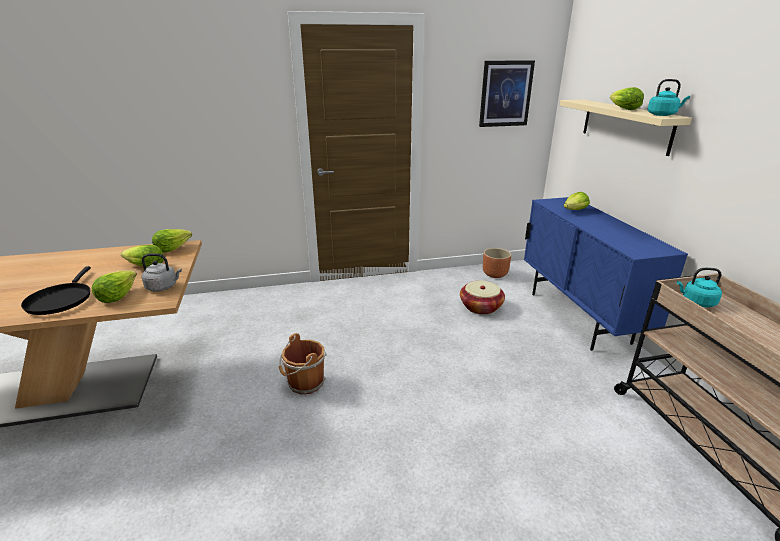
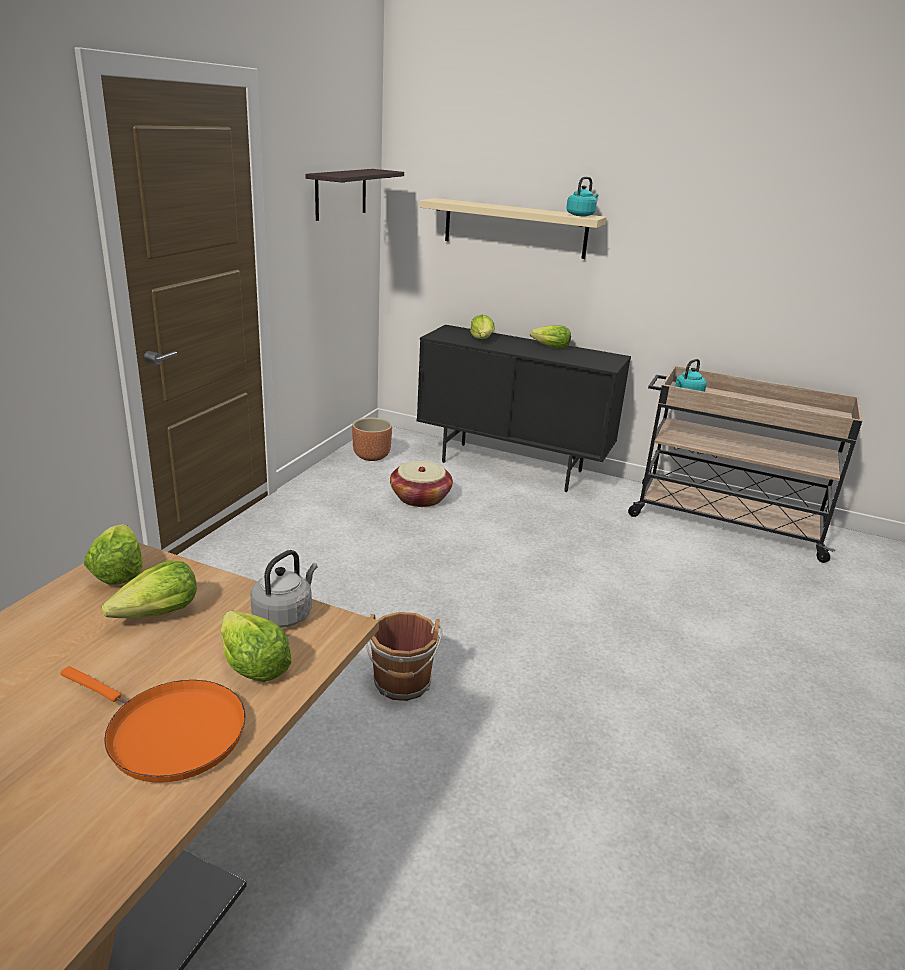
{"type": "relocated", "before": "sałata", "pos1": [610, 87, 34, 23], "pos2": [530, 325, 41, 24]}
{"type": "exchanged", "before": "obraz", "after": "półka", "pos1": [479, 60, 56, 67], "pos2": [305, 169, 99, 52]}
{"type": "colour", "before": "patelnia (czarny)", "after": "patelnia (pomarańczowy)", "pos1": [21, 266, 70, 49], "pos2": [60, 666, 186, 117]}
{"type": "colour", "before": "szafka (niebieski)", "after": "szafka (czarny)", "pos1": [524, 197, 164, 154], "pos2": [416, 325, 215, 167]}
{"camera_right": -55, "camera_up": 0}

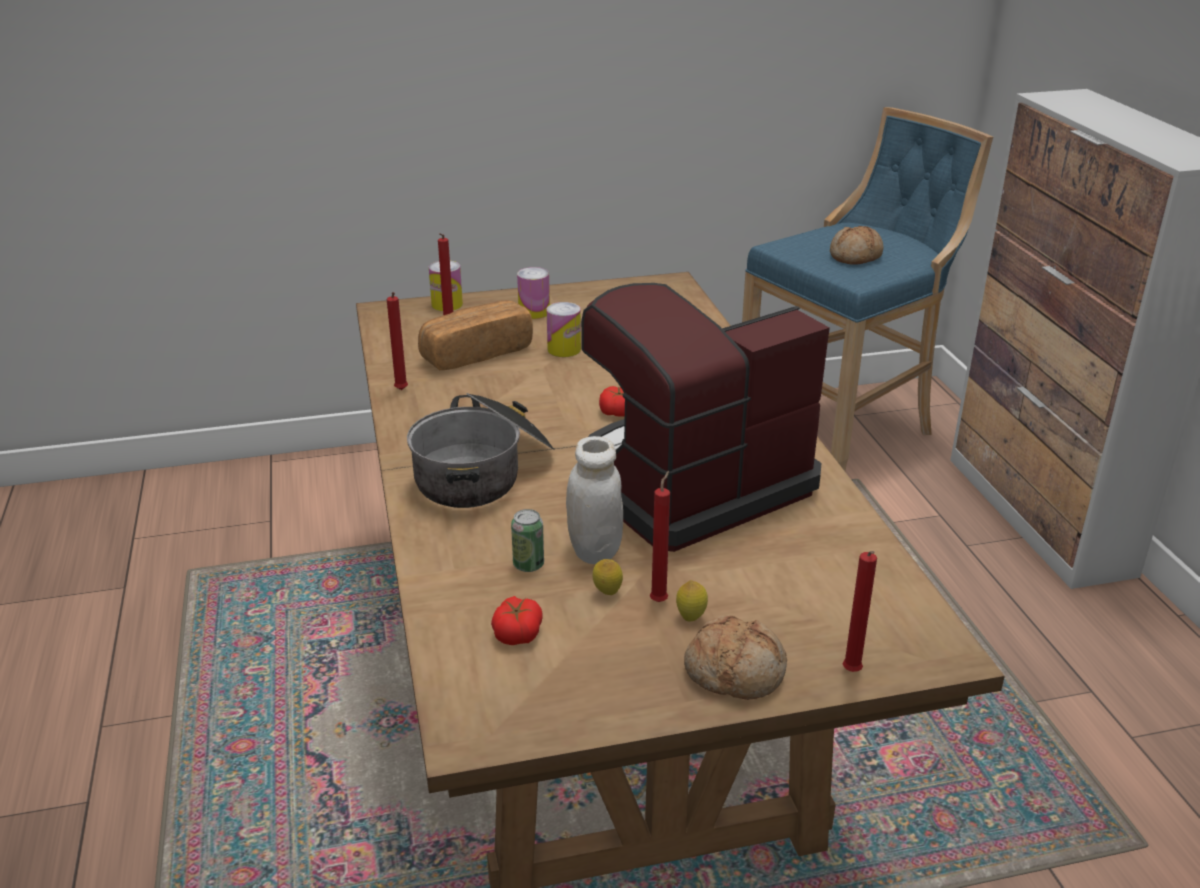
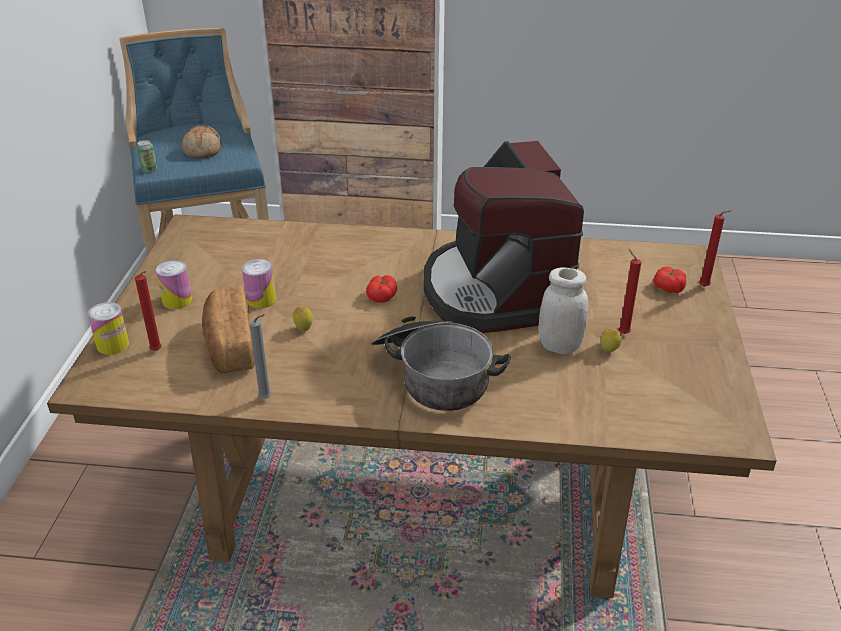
{"type": "missing", "before": "chleb", "pos1": [684, 615, 103, 85]}
{"type": "relocated", "before": "pomidor", "pos1": [491, 596, 52, 49], "pos2": [654, 267, 32, 26]}
{"type": "relocated", "before": "puszka", "pos1": [511, 509, 33, 63], "pos2": [137, 140, 20, 33]}
{"type": "relocated", "before": "cytryna", "pos1": [676, 580, 32, 42], "pos2": [293, 306, 20, 25]}
{"type": "colour", "before": "świeca (czerwony)", "after": "świeca (szary)", "pos1": [387, 292, 21, 98], "pos2": [249, 314, 22, 85]}
{"camera_right": -70, "camera_up": 5}

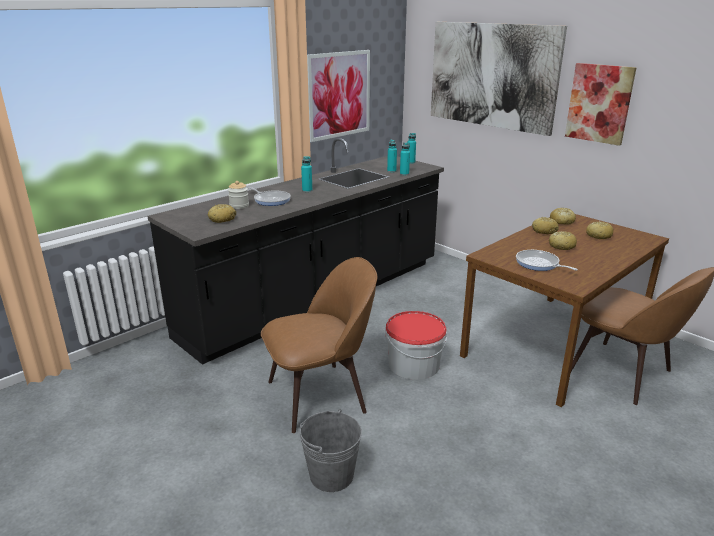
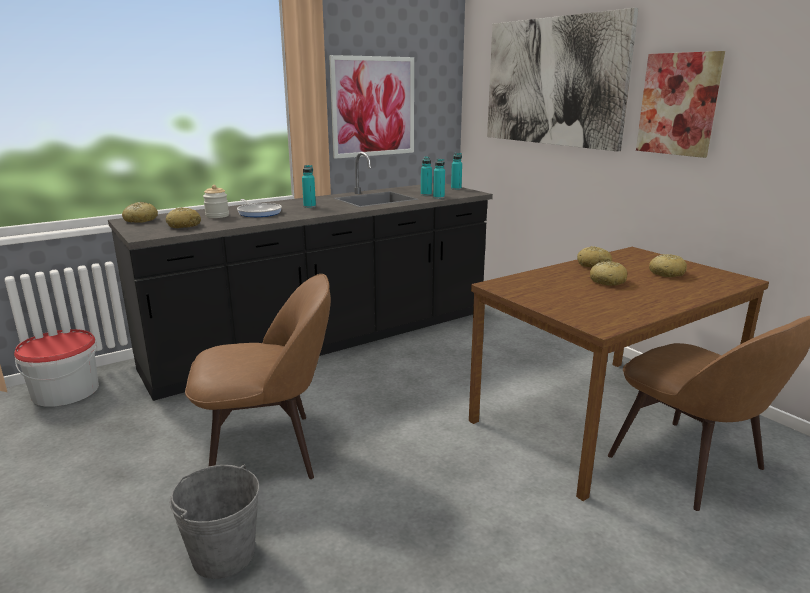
{"type": "missing", "before": "patelnia", "pos1": [516, 250, 62, 21]}
{"type": "relocated", "before": "wiadro", "pos1": [385, 311, 62, 69], "pos2": [14, 329, 85, 78]}
{"type": "relocated", "before": "chleb", "pos1": [550, 208, 26, 17], "pos2": [122, 202, 36, 21]}
{"camera_right": 10, "camera_up": -5}

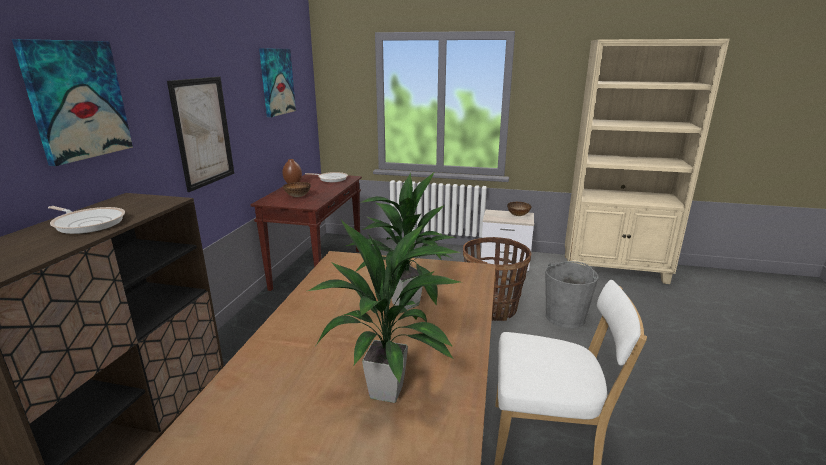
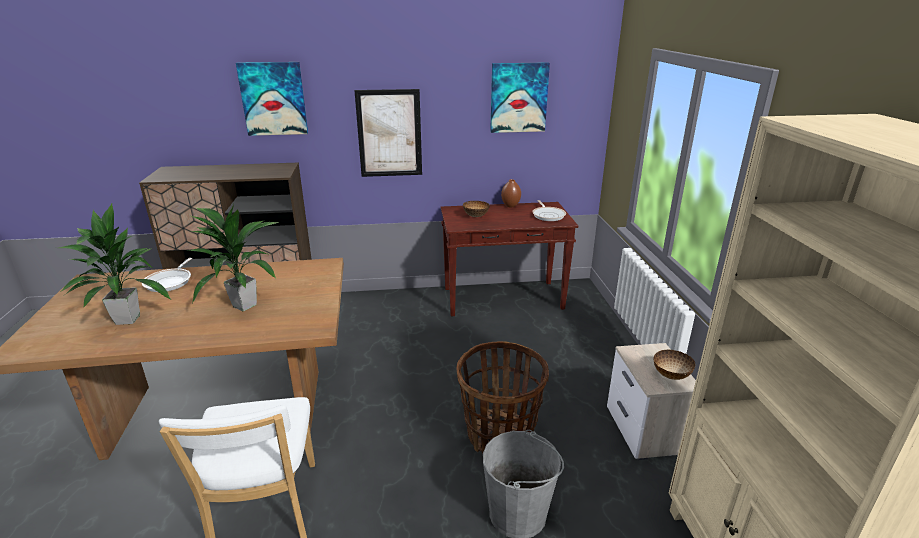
{"type": "relocated", "before": "patelnia", "pos1": [48, 206, 77, 28], "pos2": [142, 258, 50, 34]}
{"camera_right": 70, "camera_up": 5}

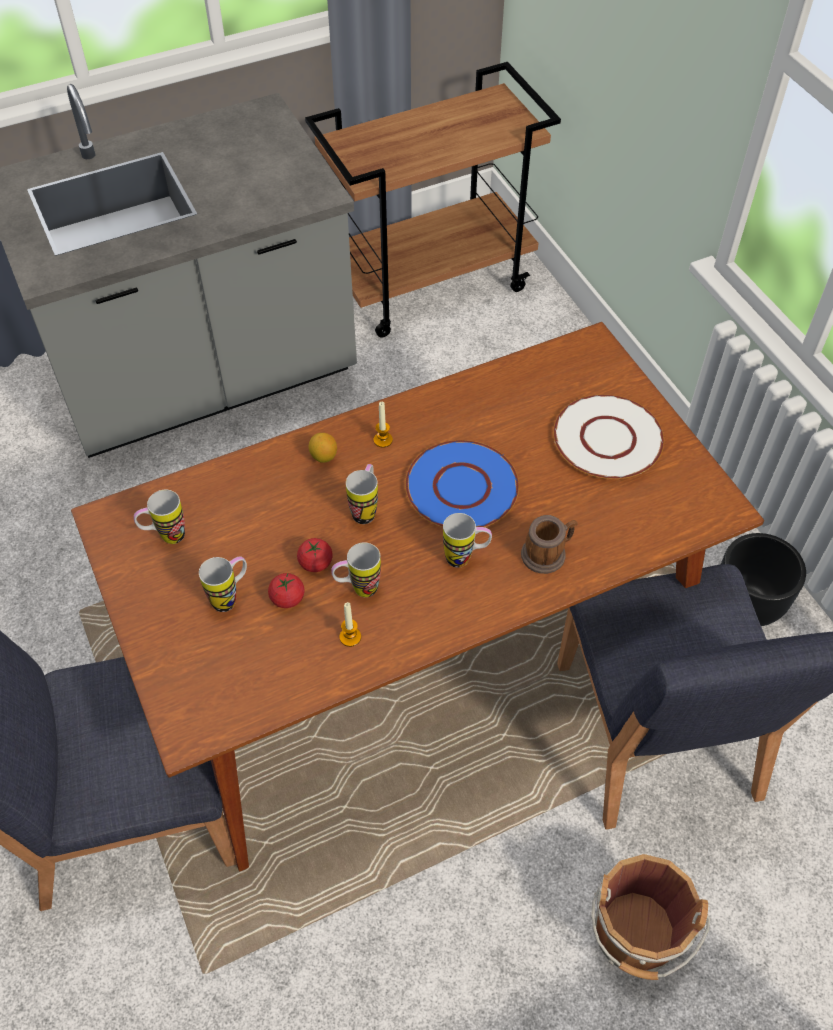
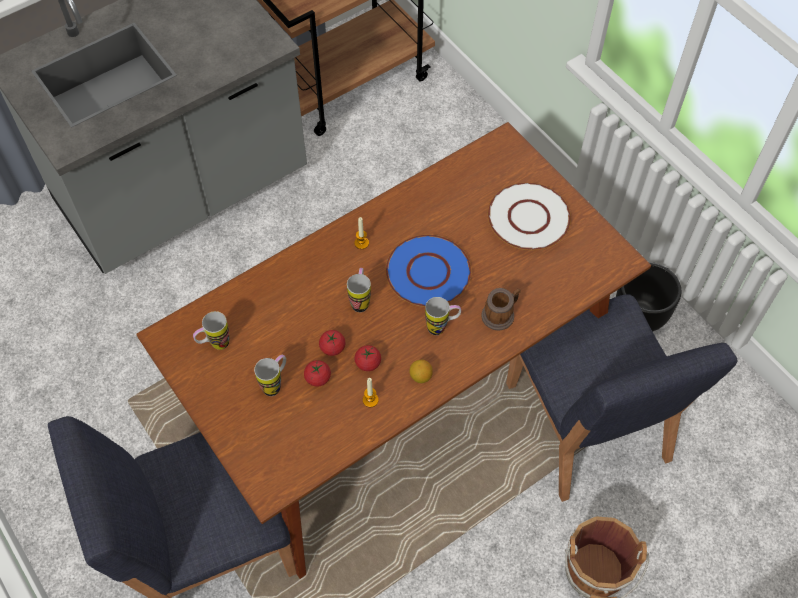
{"type": "relocated", "before": "cytryna", "pos1": [309, 433, 28, 30], "pos2": [409, 360, 24, 23]}
{"type": "exchanged", "before": "kubek", "after": "pomidor", "pos1": [331, 542, 50, 55], "pos2": [355, 345, 26, 26]}
{"camera_right": -10, "camera_up": 5}

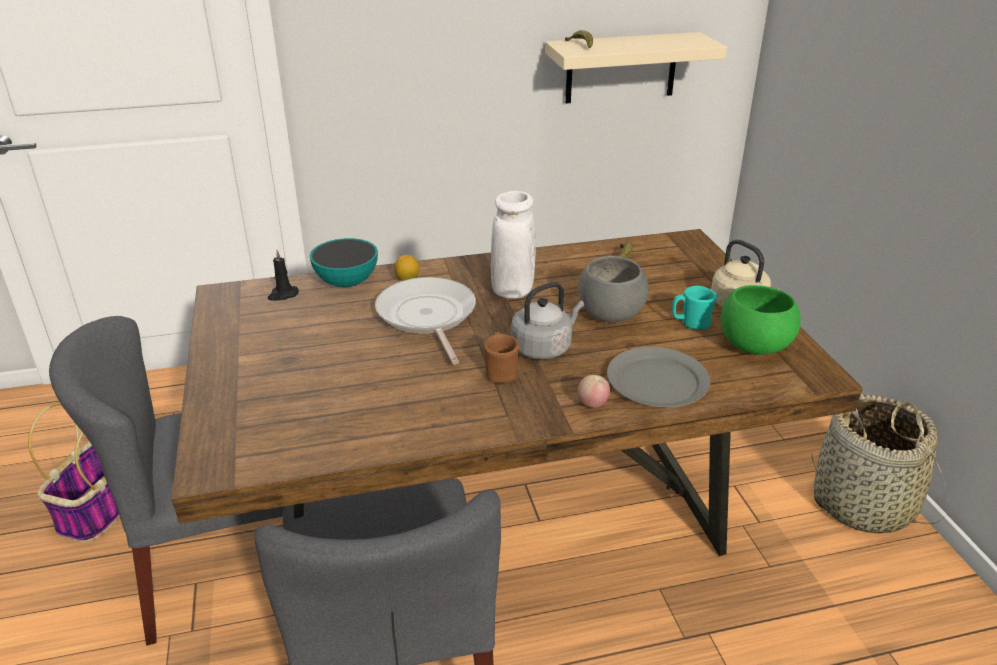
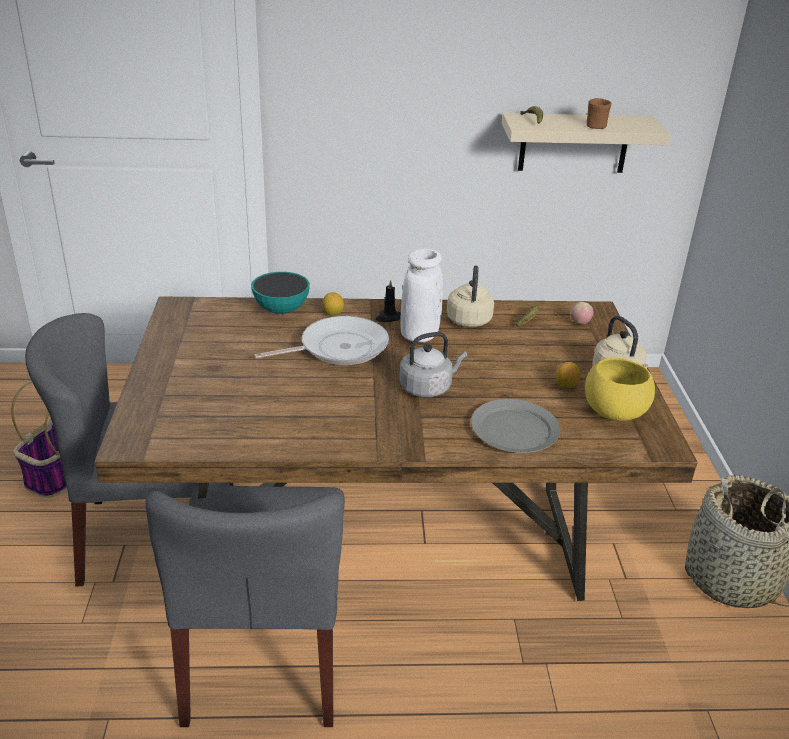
{"type": "missing", "before": "miska (szary)", "pos1": [578, 256, 70, 66]}
{"type": "appeared", "after": "czajnik (beżowy)", "pos2": [447, 266, 47, 61]}
{"type": "relocated", "before": "świeca (czarny)", "pos1": [268, 250, 31, 51], "pos2": [376, 279, 25, 43]}
{"type": "relocated", "before": "kubek (brązowy)", "pos1": [484, 332, 35, 51], "pos2": [586, 98, 26, 31]}
{"type": "relocated", "before": "jabłko", "pos1": [578, 375, 32, 33], "pos2": [571, 302, 22, 22]}
{"type": "exchanged", "before": "kubek (turkusowy)", "after": "cytryna", "pos1": [672, 286, 45, 43], "pos2": [556, 362, 24, 26]}
{"type": "colour", "before": "miska (zielony)", "after": "miska (żółty)", "pos1": [721, 285, 80, 70], "pos2": [585, 358, 70, 63]}
{"type": "spun", "before": "patelnia", "pos1": [375, 277, 101, 88], "pos2": [254, 316, 135, 49], "turn": 75}
{"camera_right": 10, "camera_up": 0}

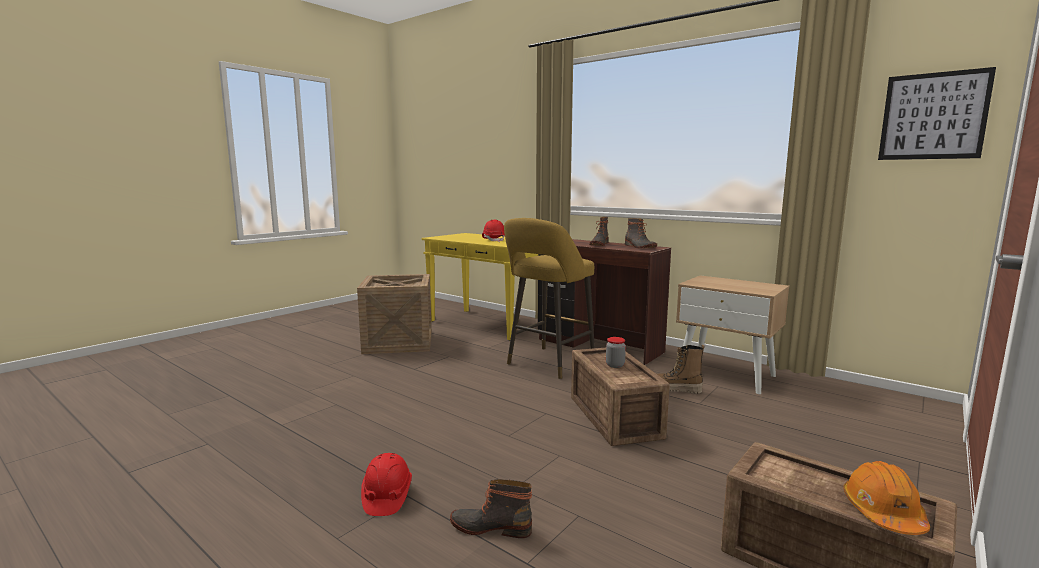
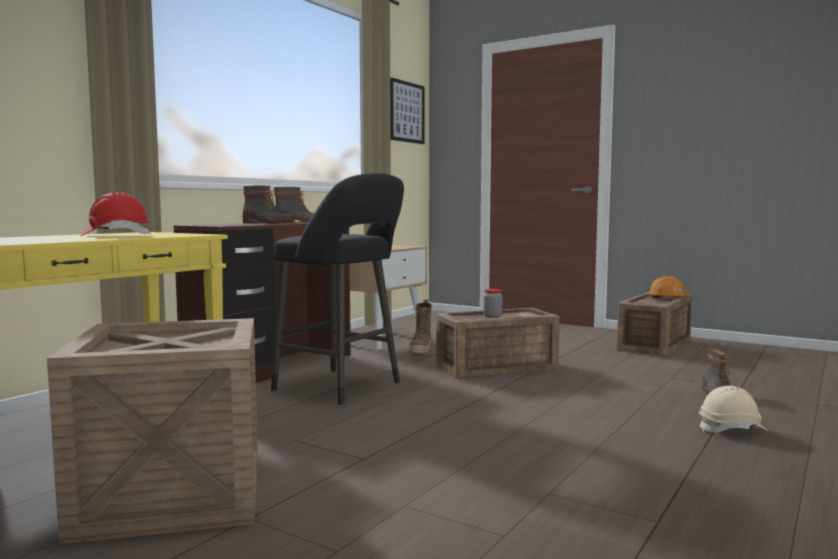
{"type": "colour", "before": "kask (czerwony)", "after": "kask (beżowy)", "pos1": [361, 453, 51, 63], "pos2": [699, 386, 69, 47]}
{"type": "colour", "before": "stołek (żółty)", "after": "stołek (czarny)", "pos1": [504, 218, 91, 161], "pos2": [271, 173, 133, 232]}
{"camera_right": -95, "camera_up": -5}

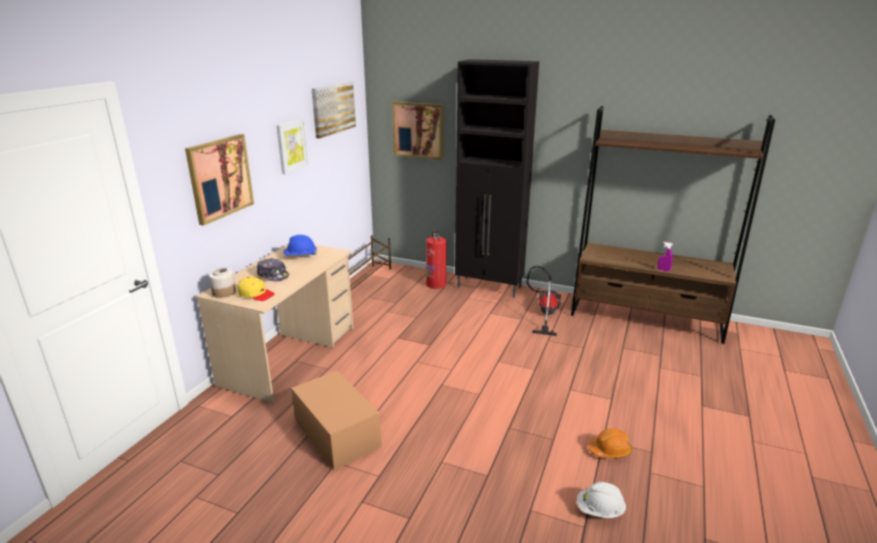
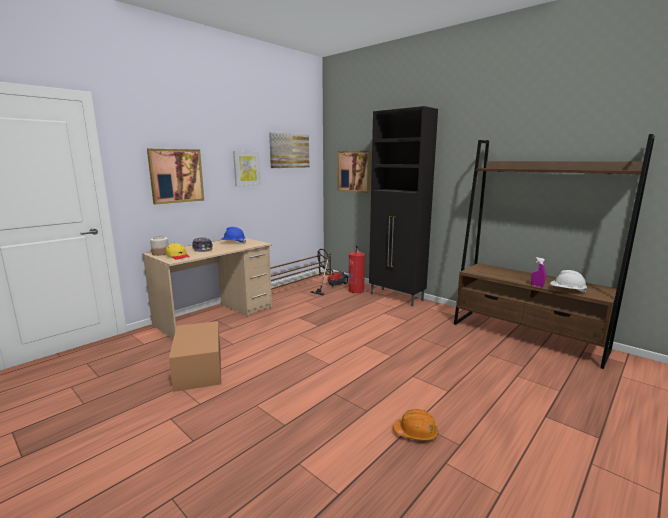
{"type": "relocated", "before": "odkurzacz", "pos1": [526, 266, 35, 70], "pos2": [311, 249, 38, 47]}
{"type": "relocated", "before": "kask (biały)", "pos1": [577, 482, 49, 36], "pos2": [550, 270, 37, 23]}
{"camera_right": 20, "camera_up": -10}

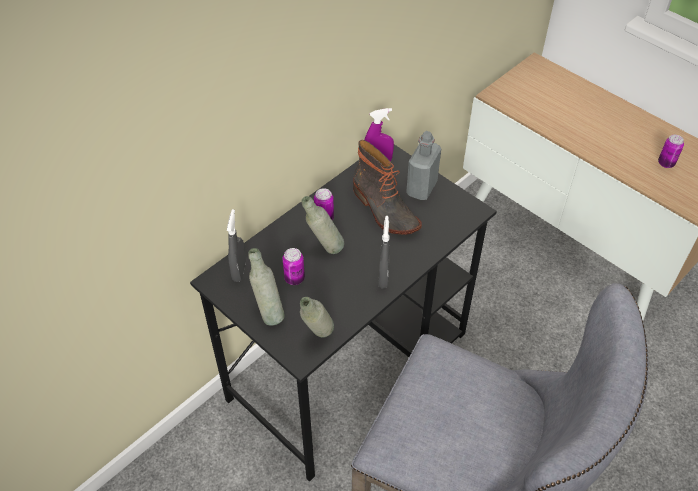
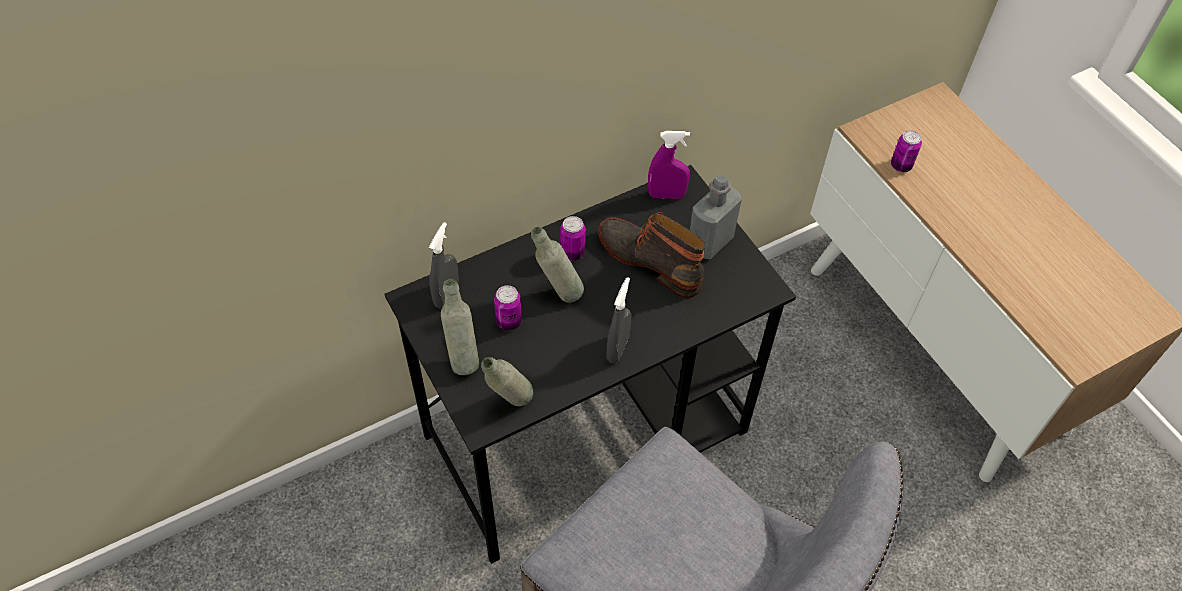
{"type": "relocated", "before": "puszka", "pos1": [658, 135, 26, 33], "pos2": [891, 130, 31, 42]}
{"type": "spun", "before": "but z cholewką", "pos1": [353, 140, 69, 95], "pos2": [598, 212, 108, 86], "turn": 150}
{"camera_right": 15, "camera_up": 5}

